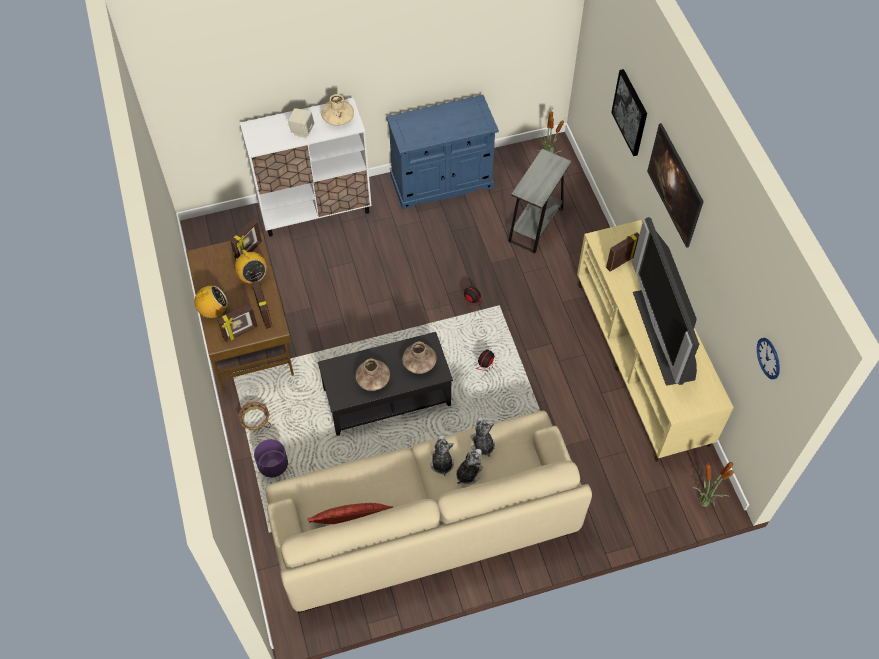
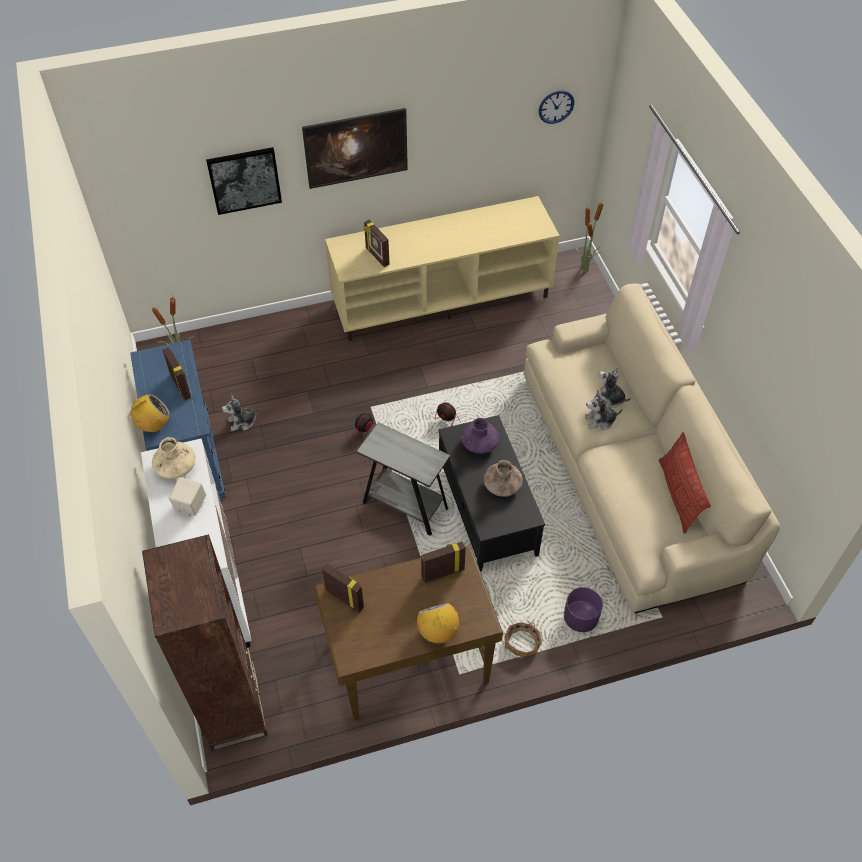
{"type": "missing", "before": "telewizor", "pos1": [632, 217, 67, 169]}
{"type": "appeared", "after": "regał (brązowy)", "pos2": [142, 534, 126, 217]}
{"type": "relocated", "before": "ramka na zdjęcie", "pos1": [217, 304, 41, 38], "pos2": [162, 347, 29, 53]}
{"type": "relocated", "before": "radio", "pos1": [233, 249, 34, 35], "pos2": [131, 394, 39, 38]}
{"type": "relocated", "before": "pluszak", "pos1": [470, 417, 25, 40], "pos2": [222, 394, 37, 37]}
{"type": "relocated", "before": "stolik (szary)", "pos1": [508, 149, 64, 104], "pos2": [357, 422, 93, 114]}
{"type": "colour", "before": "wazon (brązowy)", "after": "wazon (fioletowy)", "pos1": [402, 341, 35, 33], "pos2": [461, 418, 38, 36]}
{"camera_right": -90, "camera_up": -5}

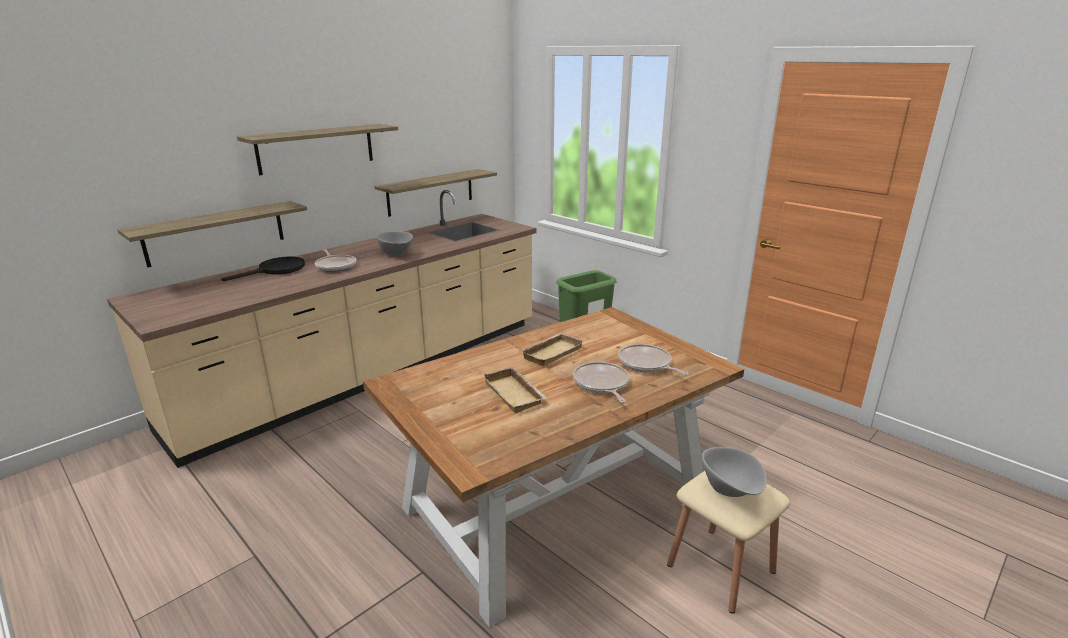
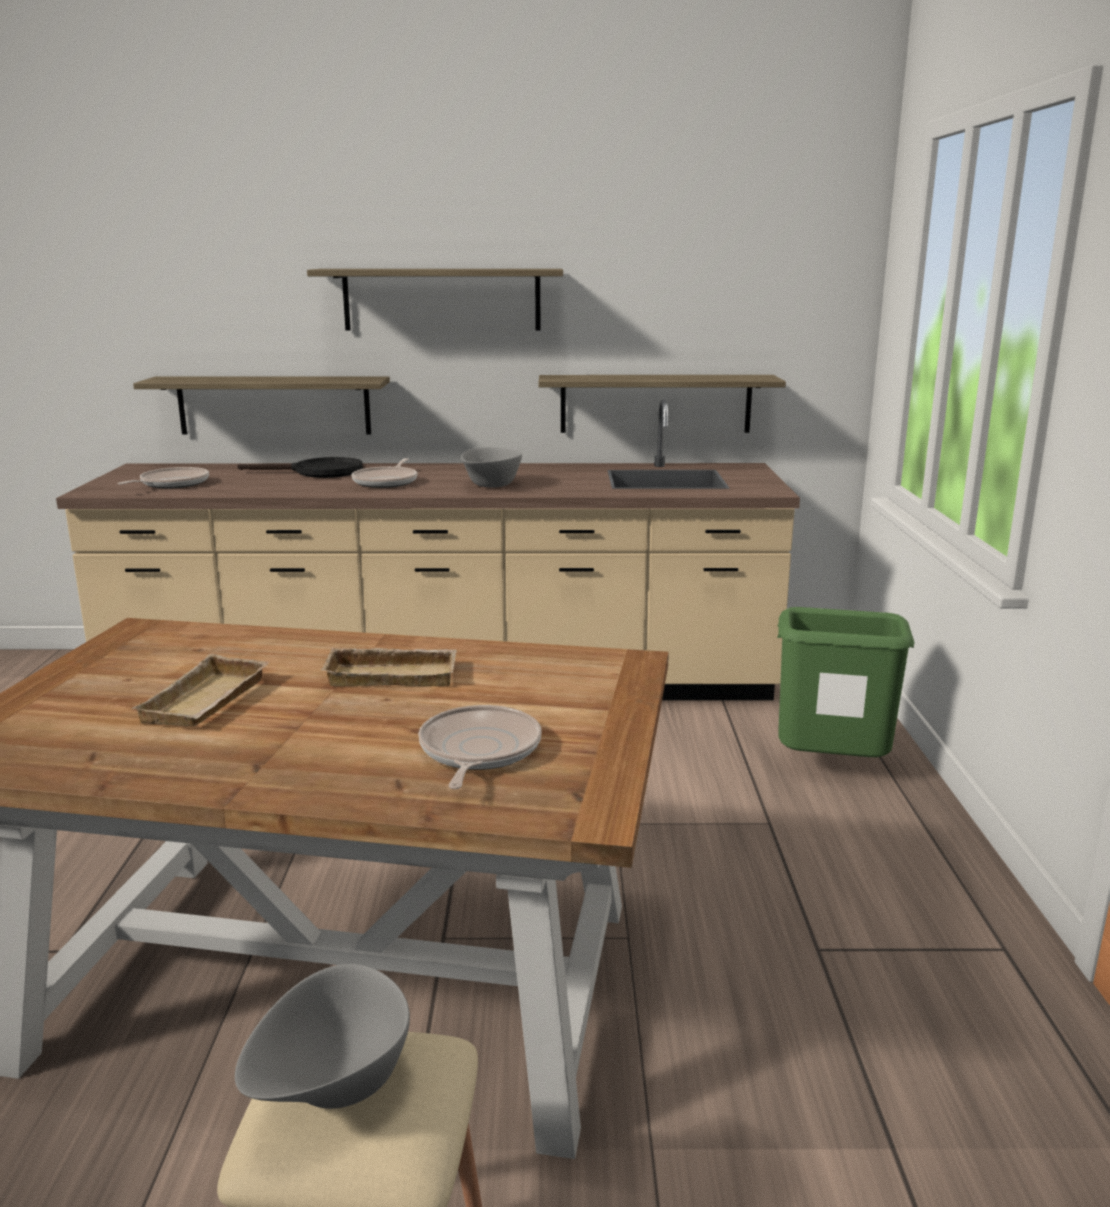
{"type": "relocated", "before": "patelnia", "pos1": [573, 362, 56, 41], "pos2": [117, 467, 92, 22]}
{"camera_right": 45, "camera_up": -5}

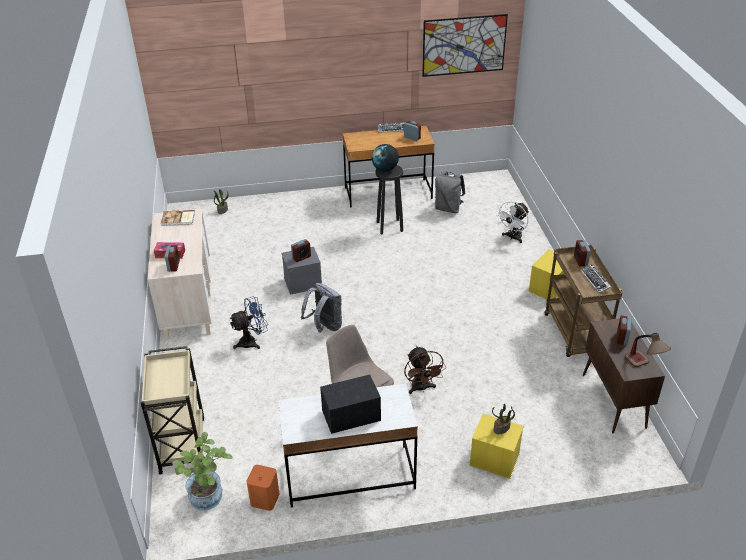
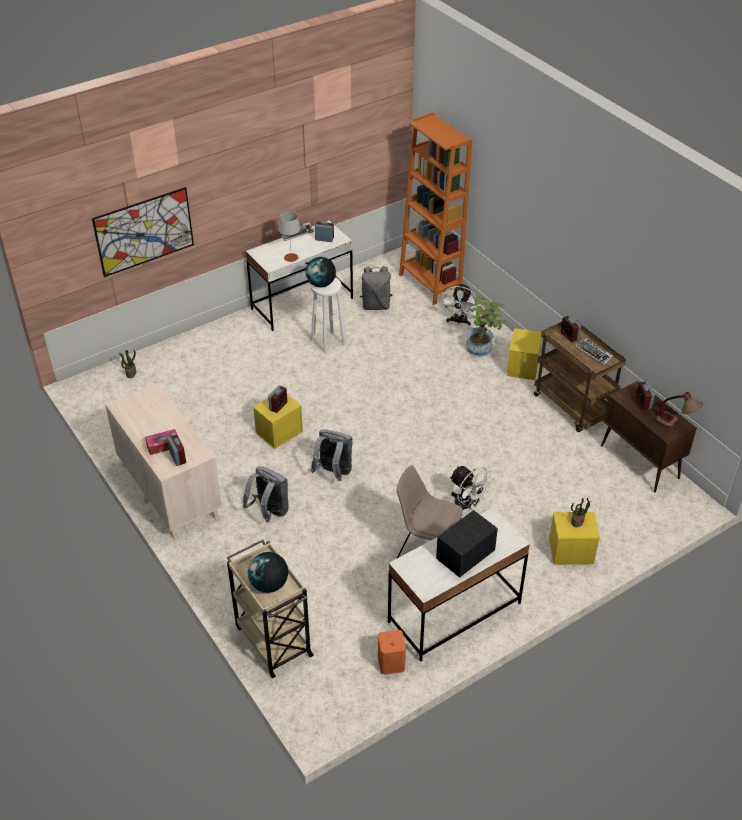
{"type": "missing", "before": "książka", "pos1": [161, 210, 34, 16]}
{"type": "appeared", "after": "globus", "pos2": [248, 552, 40, 41]}
{"type": "appeared", "after": "lampa stołowa (szary)", "pos2": [278, 212, 22, 50]}
{"type": "appeared", "after": "regał (pomarańczowy)", "pos2": [399, 112, 73, 193]}
{"type": "relocated", "before": "roślina doniczkowa", "pos1": [172, 432, 61, 79], "pos2": [466, 293, 42, 64]}
{"type": "relocated", "before": "obraz", "pos1": [422, 14, 86, 63], "pos2": [92, 187, 102, 90]}
{"type": "exchanged", "before": "wentylator (niebieski)", "after": "plecak (szary)", "pos1": [230, 297, 38, 52], "pos2": [243, 466, 46, 56]}
{"type": "colour", "before": "pojemnik do przechowywania (szary)", "after": "pojemnik do przechowywania (żółty)", "pos1": [282, 247, 40, 48], "pos2": [253, 394, 50, 55]}
{"type": "colour", "before": "biurko (brązowy)", "after": "biurko (biały)", "pos1": [343, 126, 92, 82], "pos2": [246, 220, 107, 111]}
{"type": "colour", "before": "stołek (czarny)", "after": "stołek (biały)", "pos1": [375, 165, 28, 69], "pos2": [311, 277, 35, 77]}
{"type": "colour", "before": "wentylator (brązowy)", "after": "wentylator (biały)", "pos1": [404, 346, 42, 48], "pos2": [450, 466, 44, 44]}
{"camera_right": -25, "camera_up": 5}

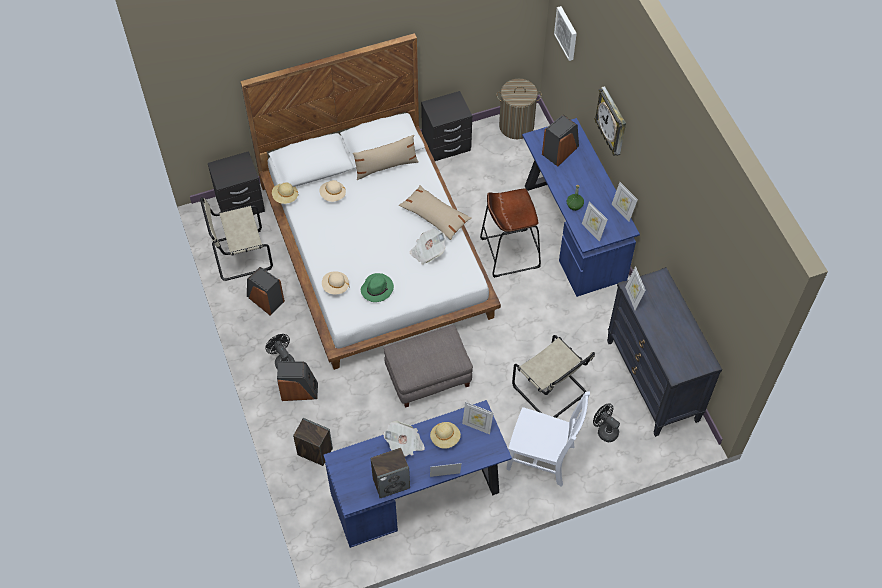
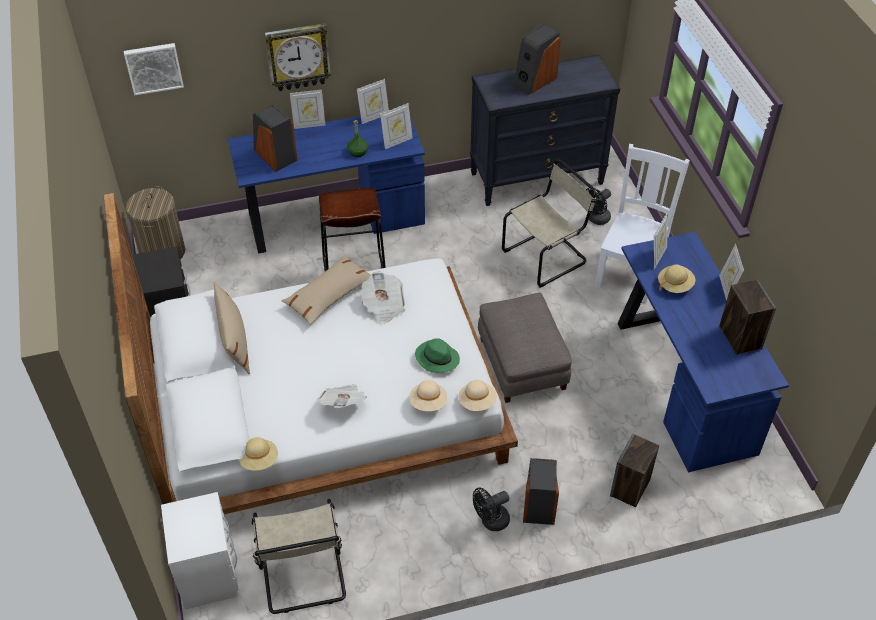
{"type": "relocated", "before": "głośnik", "pos1": [247, 267, 38, 49], "pos2": [513, 24, 48, 71]}
{"type": "relocated", "before": "kapelusz (beżowy)", "pos1": [319, 180, 27, 22], "pos2": [458, 380, 39, 31]}
{"type": "relocated", "before": "gazeta", "pos1": [383, 421, 42, 36], "pos2": [318, 384, 49, 24]}
{"type": "relocated", "before": "ramka na zdjęcie", "pos1": [625, 266, 21, 44], "pos2": [290, 90, 35, 39]}
{"type": "colour", "before": "szafka nocna (czarny)", "after": "szafka nocna (biały)", "pos1": [208, 151, 57, 64], "pos2": [161, 492, 78, 117]}
{"camera_right": -85, "camera_up": -10}

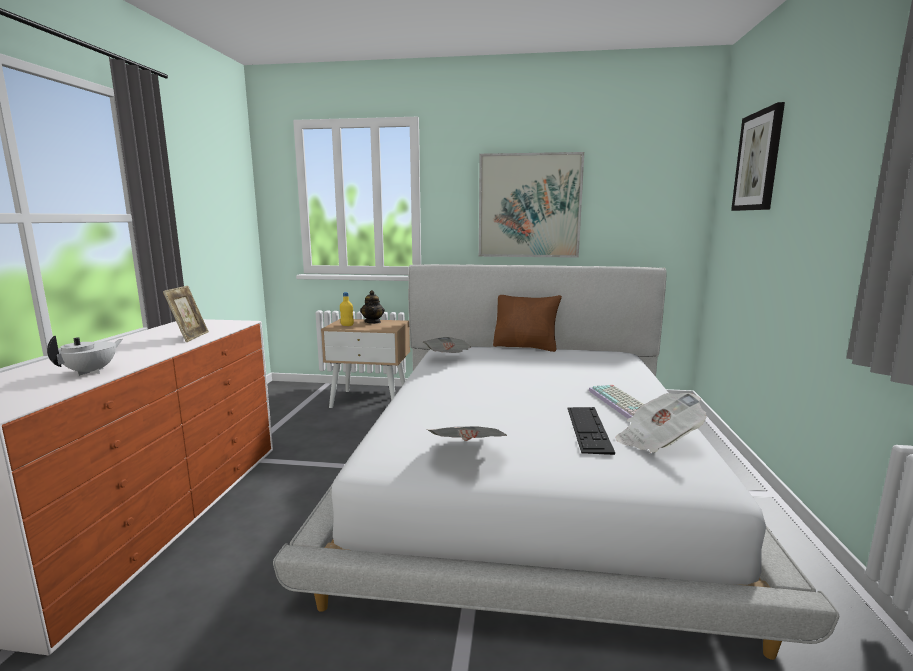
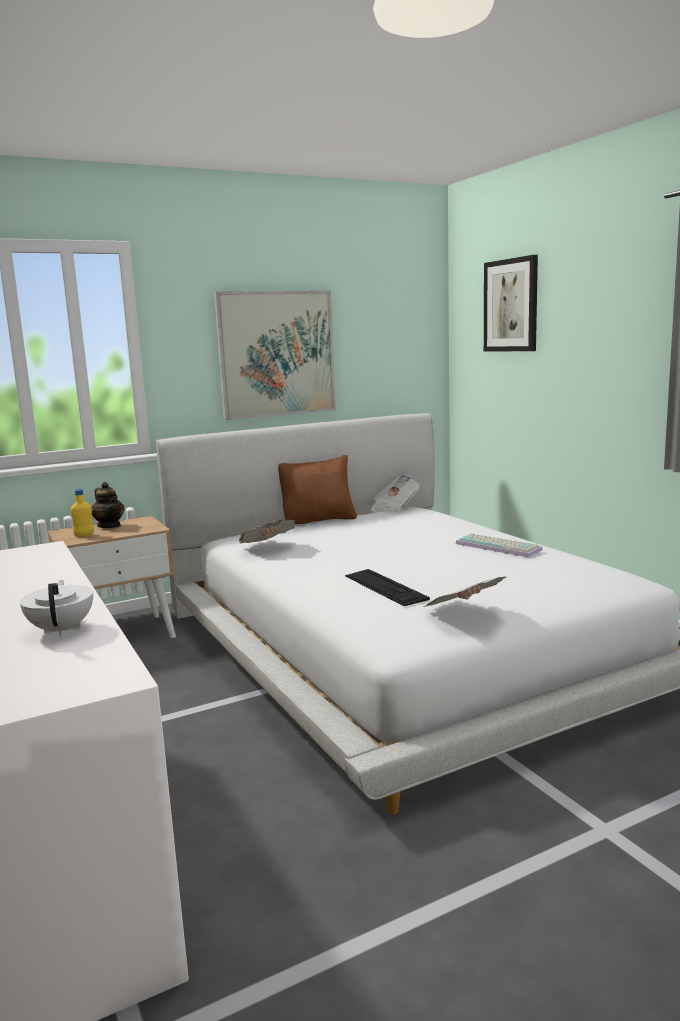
{"type": "missing", "before": "ramka na zdjęcie", "pos1": [163, 286, 46, 56]}
{"type": "relocated", "before": "klawiatura", "pos1": [567, 407, 48, 48], "pos2": [345, 569, 85, 37]}
{"type": "relocated", "before": "gazeta", "pos1": [615, 393, 92, 60], "pos2": [371, 475, 48, 37]}
{"camera_right": -35, "camera_up": 0}

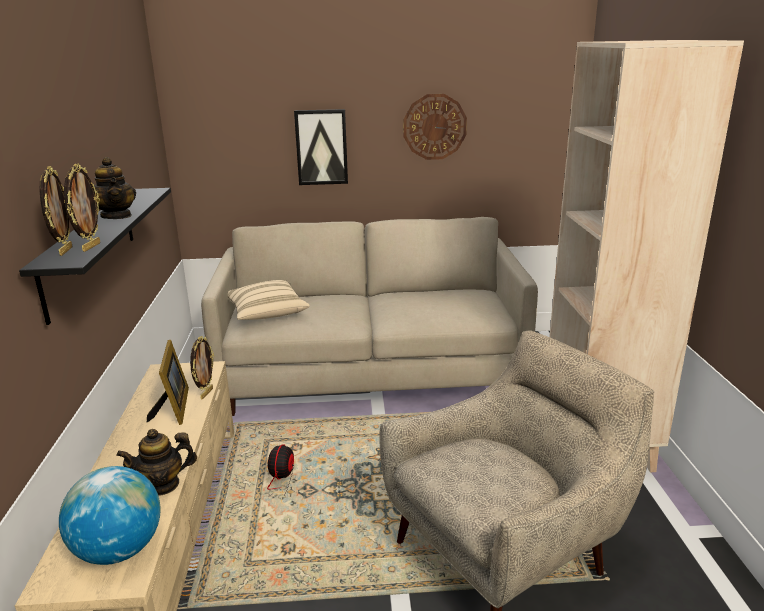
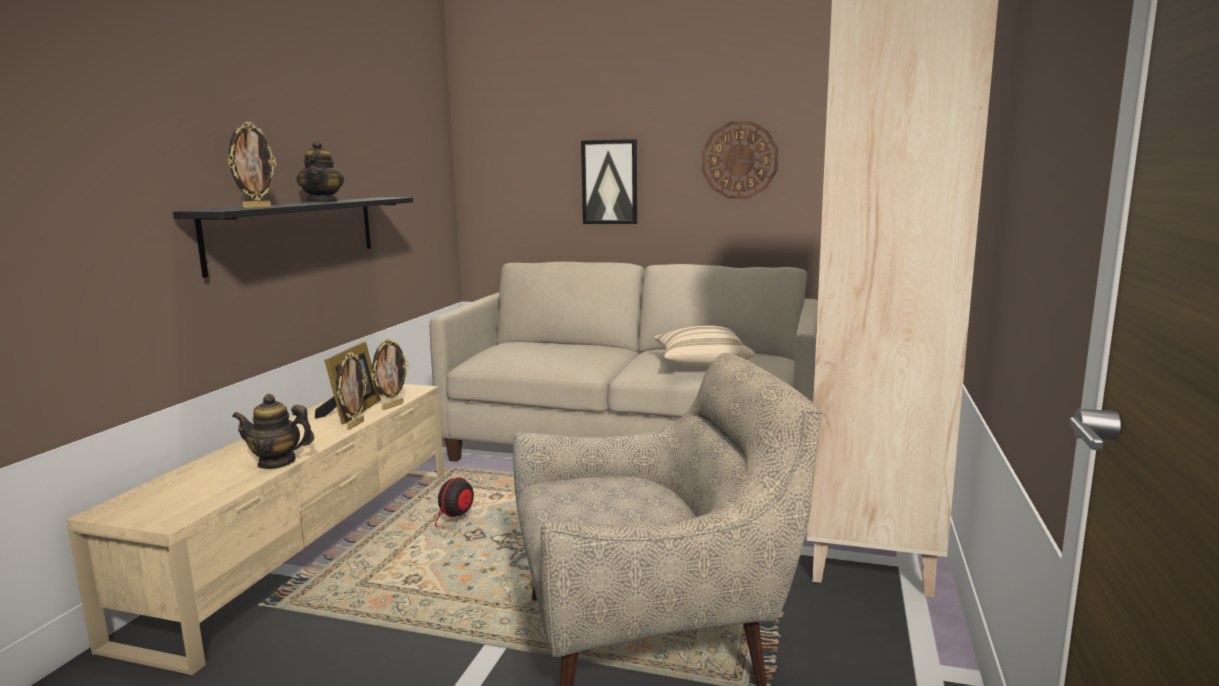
{"type": "missing", "before": "globus", "pos1": [59, 466, 102, 99]}
{"type": "relocated", "before": "ramka na zdjęcie", "pos1": [39, 166, 34, 90], "pos2": [336, 352, 32, 78]}
{"type": "relocated", "before": "poduszka (beżowy)", "pos1": [228, 280, 82, 40], "pos2": [654, 326, 101, 40]}
{"camera_right": 20, "camera_up": -10}

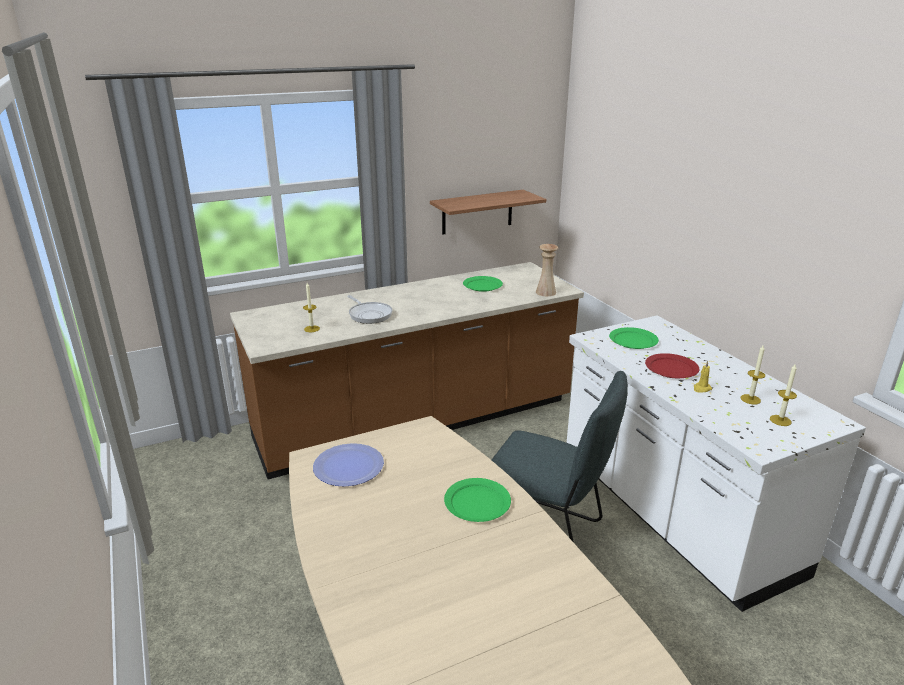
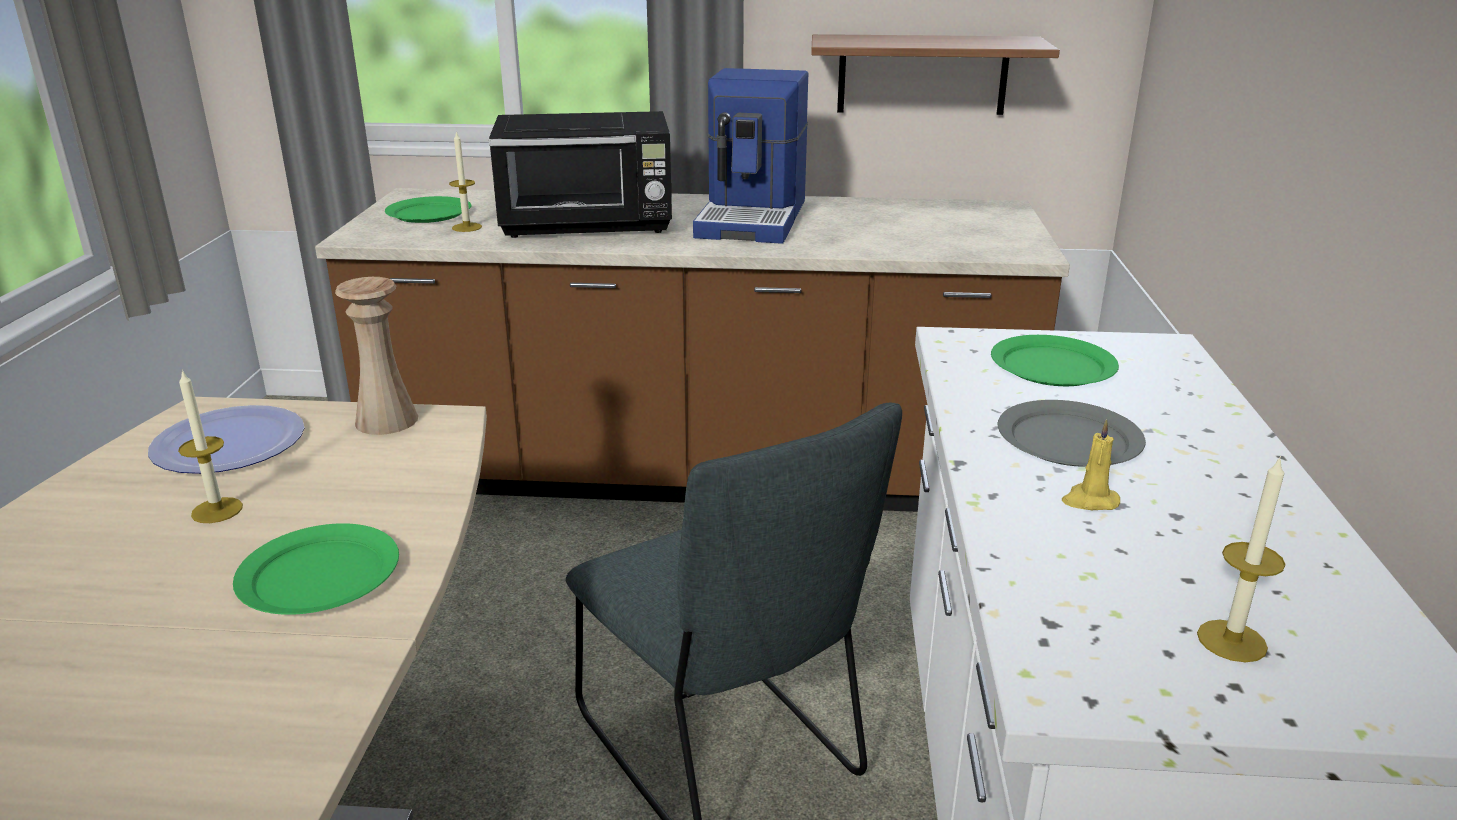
{"type": "appeared", "after": "ekspres do kawy", "pos2": [693, 68, 115, 176]}
{"type": "relocated", "before": "talerz (zielony)", "pos1": [463, 276, 40, 16], "pos2": [385, 196, 86, 27]}
{"type": "relocated", "before": "wazon (beżowy)", "pos1": [536, 244, 22, 52], "pos2": [335, 277, 83, 158]}
{"type": "relocated", "before": "świeca", "pos1": [741, 345, 24, 60], "pos2": [178, 369, 65, 154]}
{"type": "exchanged", "before": "patelnia", "after": "mikrofalówka (czarny)", "pos1": [347, 295, 46, 29], "pos2": [489, 111, 183, 127]}
{"type": "colour", "before": "talerz (czerwony)", "after": "talerz (szary)", "pos1": [645, 353, 54, 25], "pos2": [997, 400, 149, 67]}
{"camera_right": 30, "camera_up": 0}

